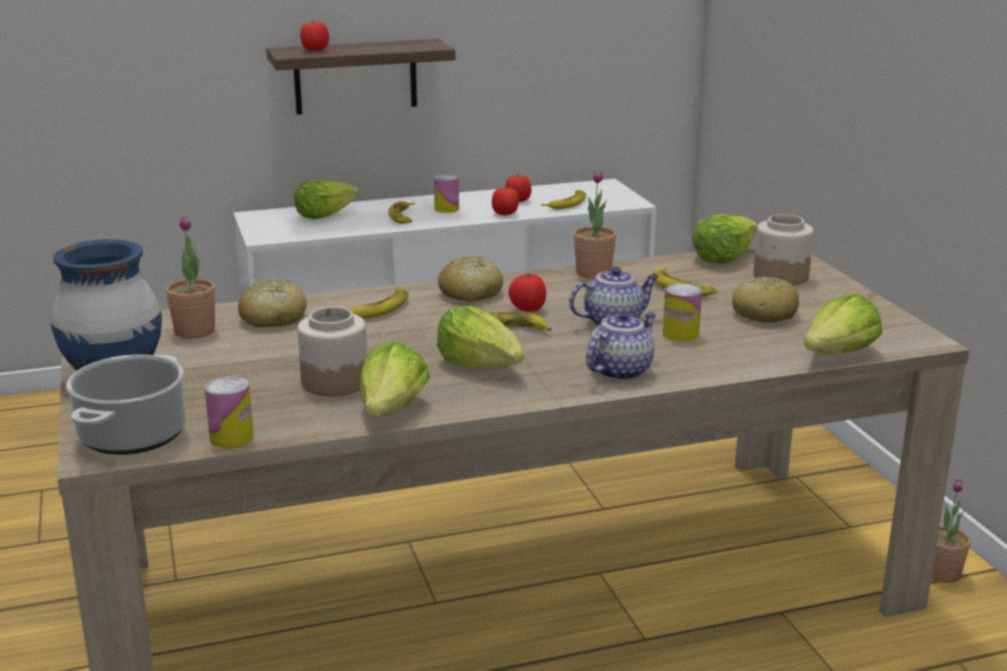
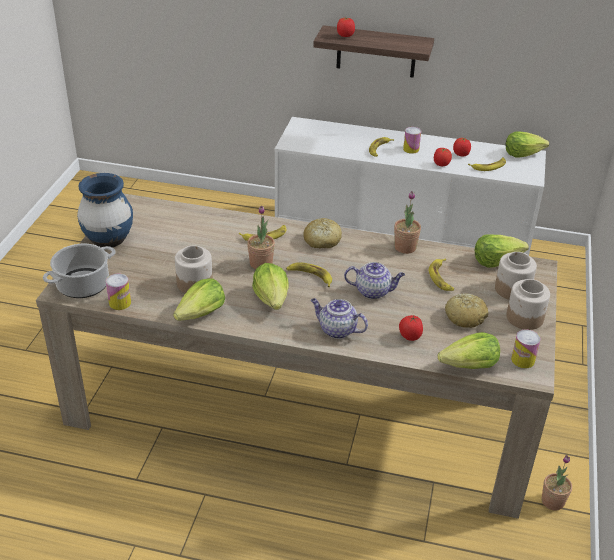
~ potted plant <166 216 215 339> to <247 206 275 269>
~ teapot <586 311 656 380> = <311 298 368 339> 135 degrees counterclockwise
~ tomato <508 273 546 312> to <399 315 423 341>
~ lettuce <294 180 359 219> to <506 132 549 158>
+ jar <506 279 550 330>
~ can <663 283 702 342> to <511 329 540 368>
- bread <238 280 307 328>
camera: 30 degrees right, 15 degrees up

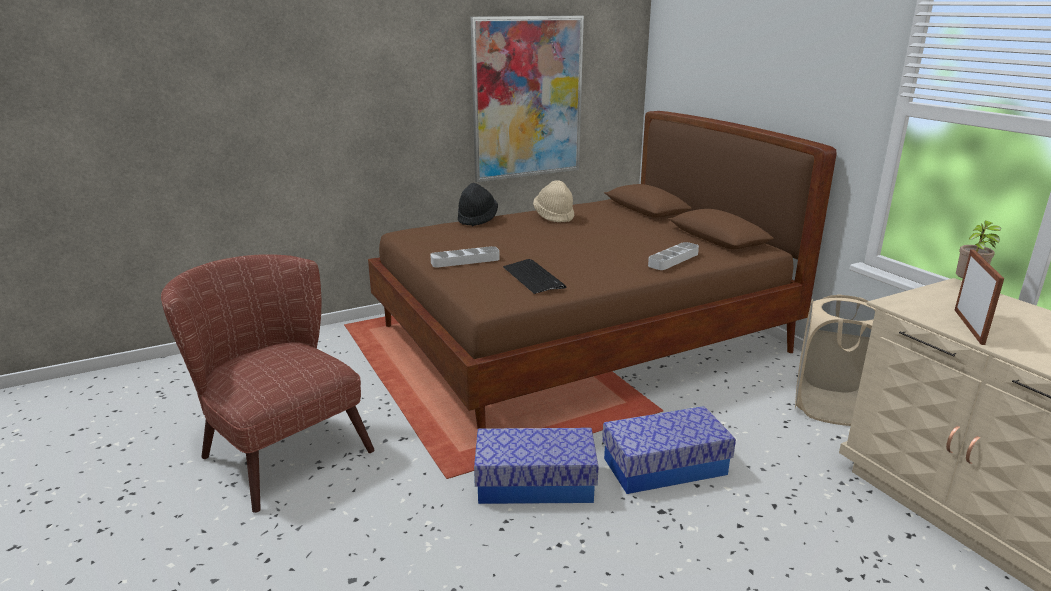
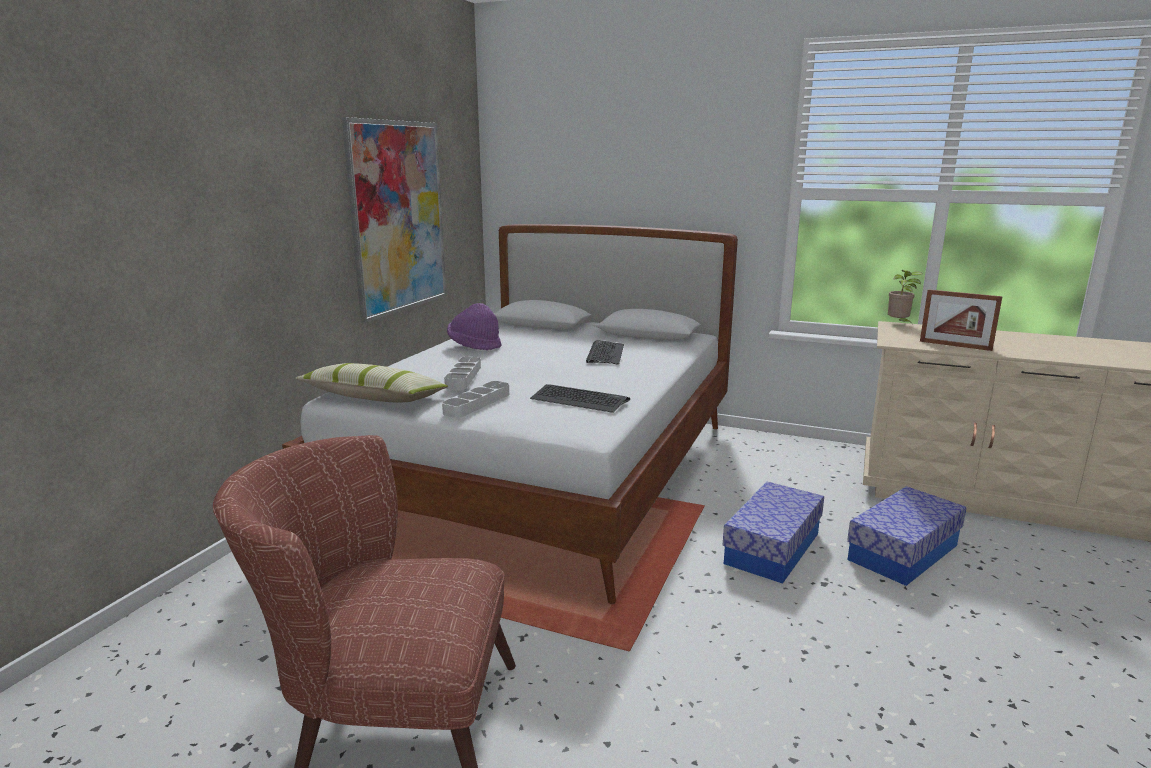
~ brown bed <368 111 837 429> to white bed <282 224 738 604>
+ pillow <295 363 448 402>
~ grey tray <648 242 699 270> to <444 357 481 389>
~ beige hat <533 180 574 223> to purple hat <447 303 502 350>
+ keyboard <586 340 624 365>
~ storage box <474 428 598 504> to <847 486 966 586>
~ picture frame <955 249 1004 345> = <920 289 1003 351> 150 degrees clockwise
- black hat <458 183 498 226>
- beige laundry basket <795 294 876 426>
camera: 40 degrees left, 5 degrees down

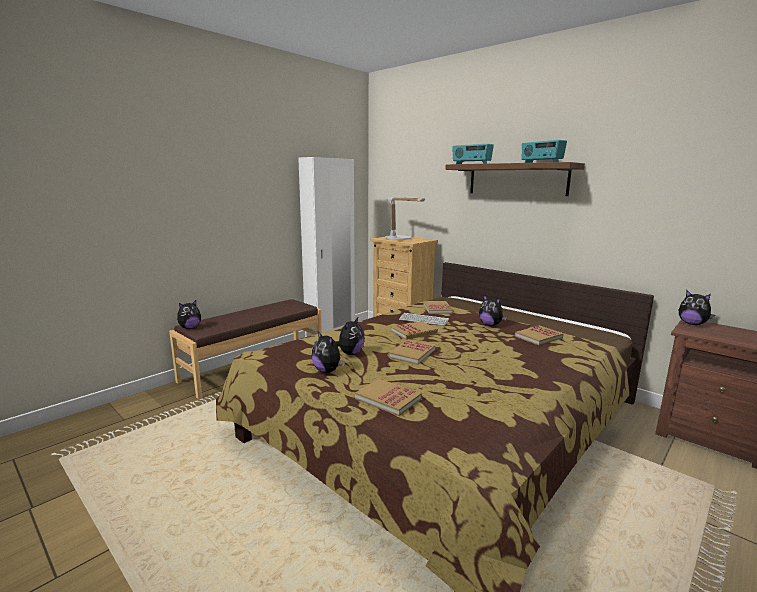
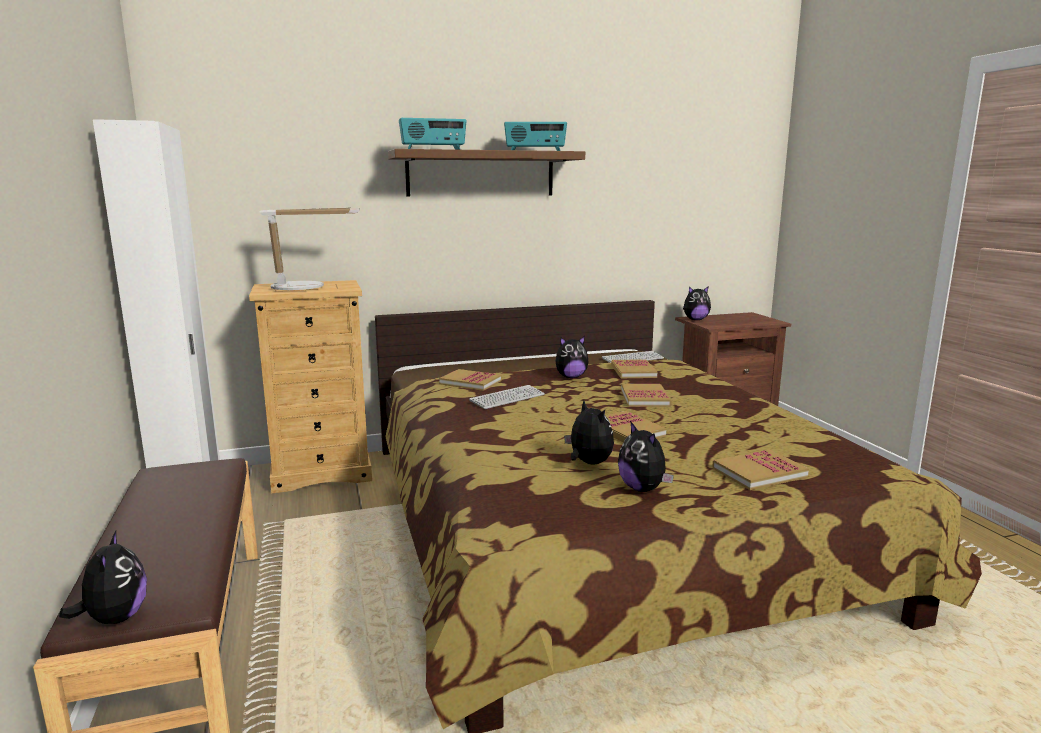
+ keyboard <602 351 664 363>
~ plush toy <312 331 345 373> = <618 421 674 492> 75 degrees clockwise
~ book <391 321 438 340> to <621 384 672 407>
camera: 60 degrees left, 0 degrees up

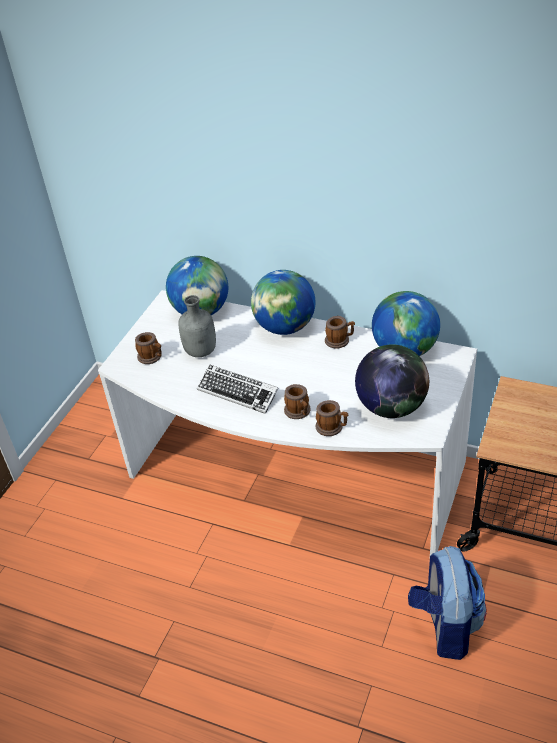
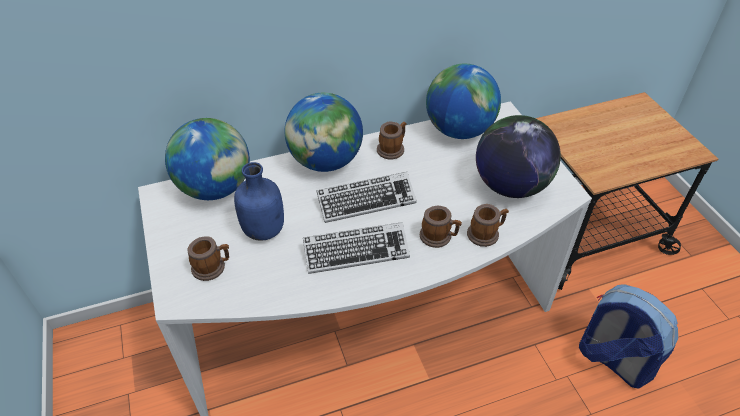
~ grey bottle <178 295 216 357> to blue bottle <234 162 284 241>
+ keyboard <317 172 417 223>
camera: 45 degrees left, 5 degrees up

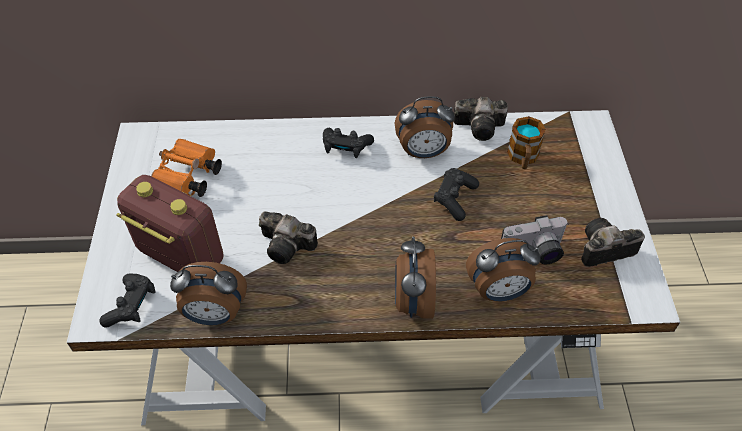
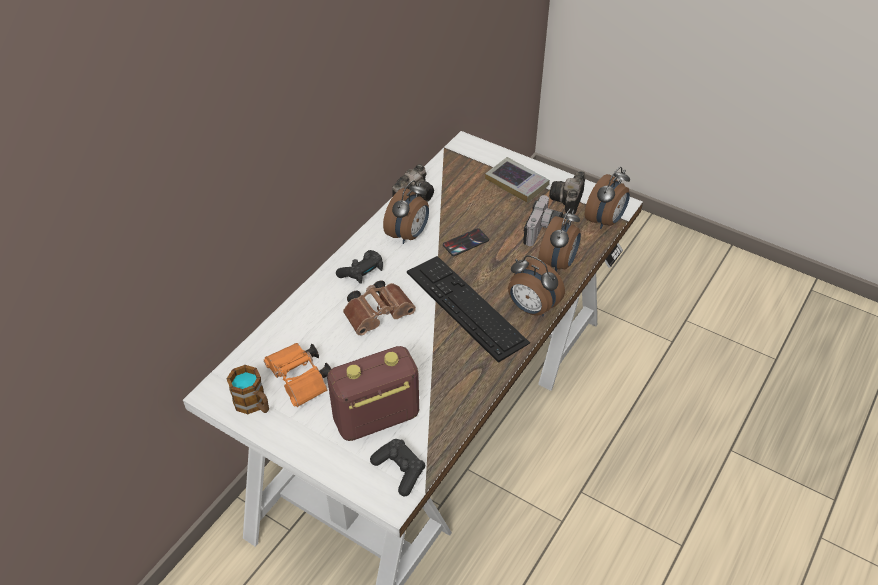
~ mug <507 116 546 169> to <227 365 269 414>
+ brown binoculars <343 280 416 335>
+ keyboard <407 256 530 363>
~ black game controller <434 168 479 221> to phone <443 228 489 256>
+ book <485 157 550 203>
~ alarm clock <170 262 247 325> to <585 167 630 229>
- photo camera <259 211 318 264>
camera: 55 degrees left, 5 degrees down

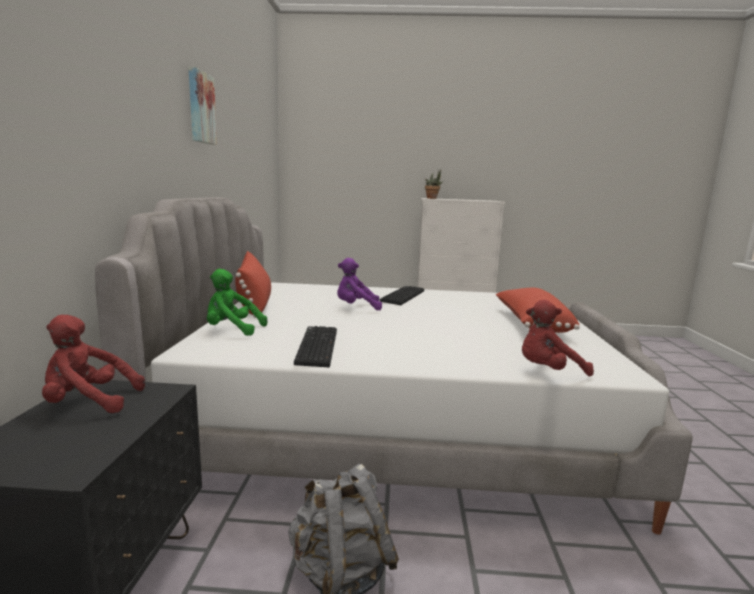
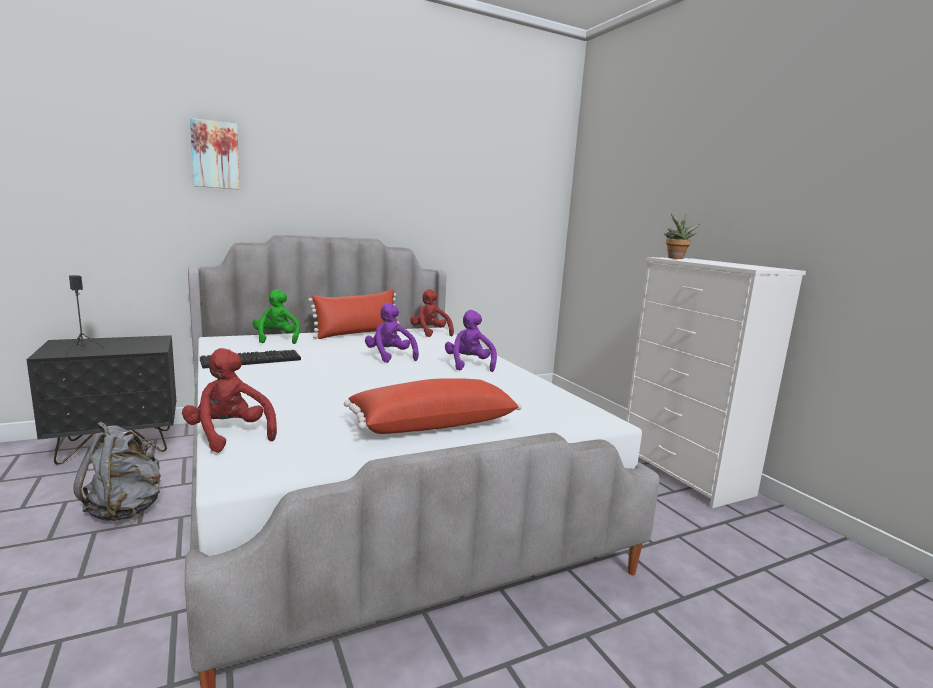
+ black speaker <65 275 108 356>
~ picture <188 67 217 145> to <190 118 240 189>
~ red plush toy <42 315 145 413> to <410 289 454 337>
~ keyboard <380 286 424 305> to purple plush toy <445 310 497 372>
camera: 60 degrees right, 0 degrees up

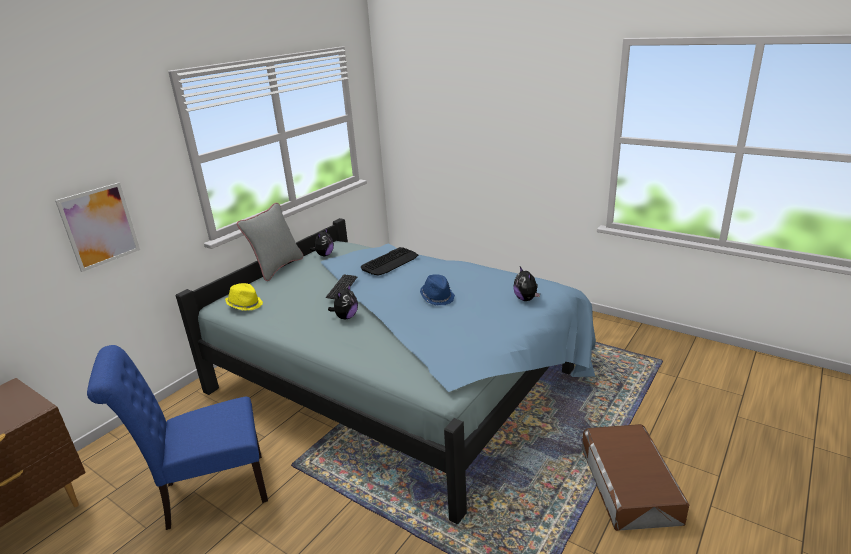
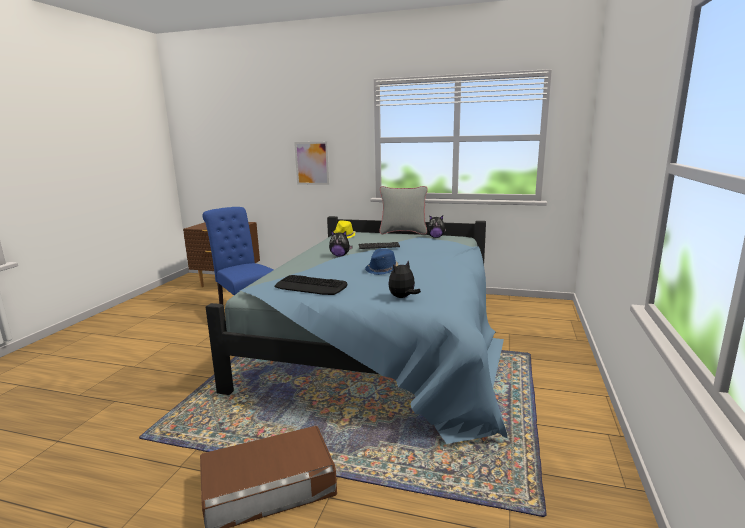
~ keyboard <361 247 418 276> to <275 275 347 295>
camera: 70 degrees right, 10 degrees down

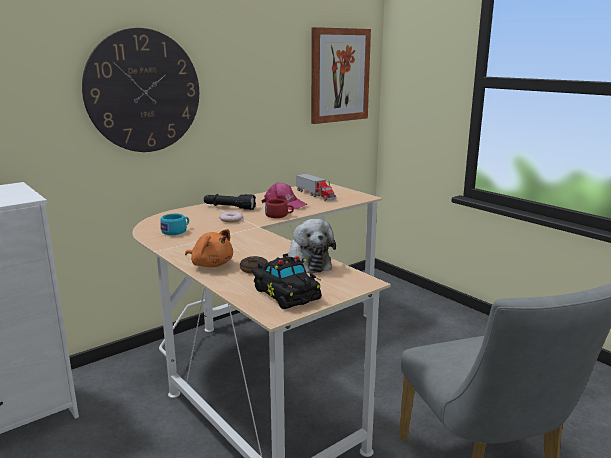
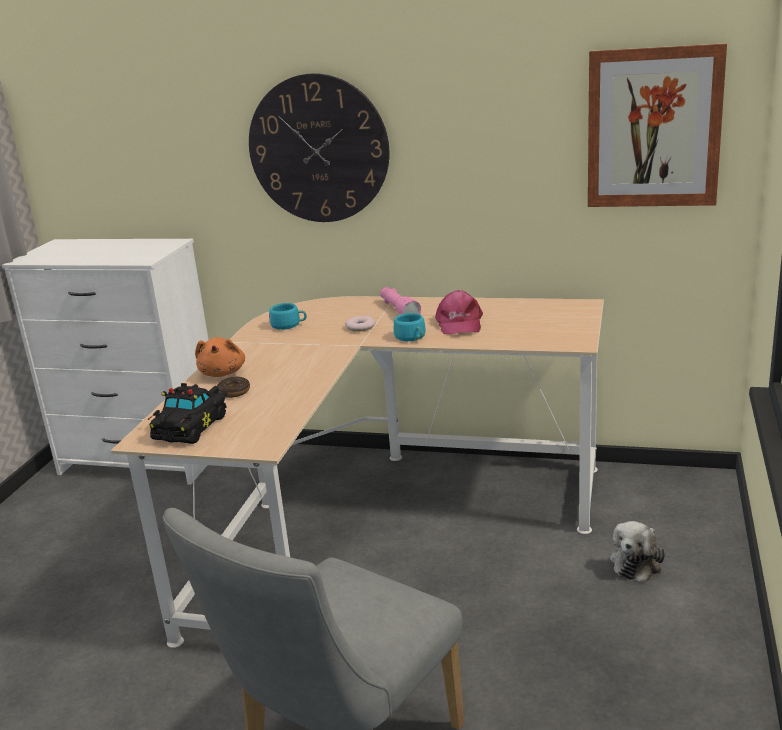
~ black flashlight <204 194 256 210> to pink flashlight <380 287 421 314>
~ red cup <265 199 294 218> to turquoise cup <394 313 426 341>
~ plush toy <288 219 336 274> to <610 521 665 583>
- toy truck <296 174 336 201>
camera: 55 degrees right, 5 degrees up

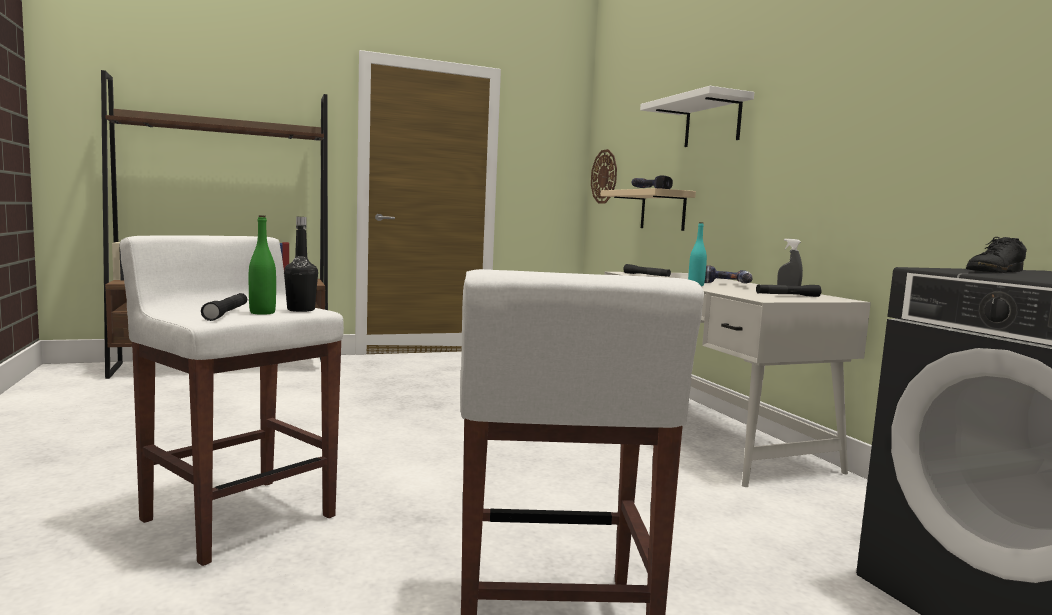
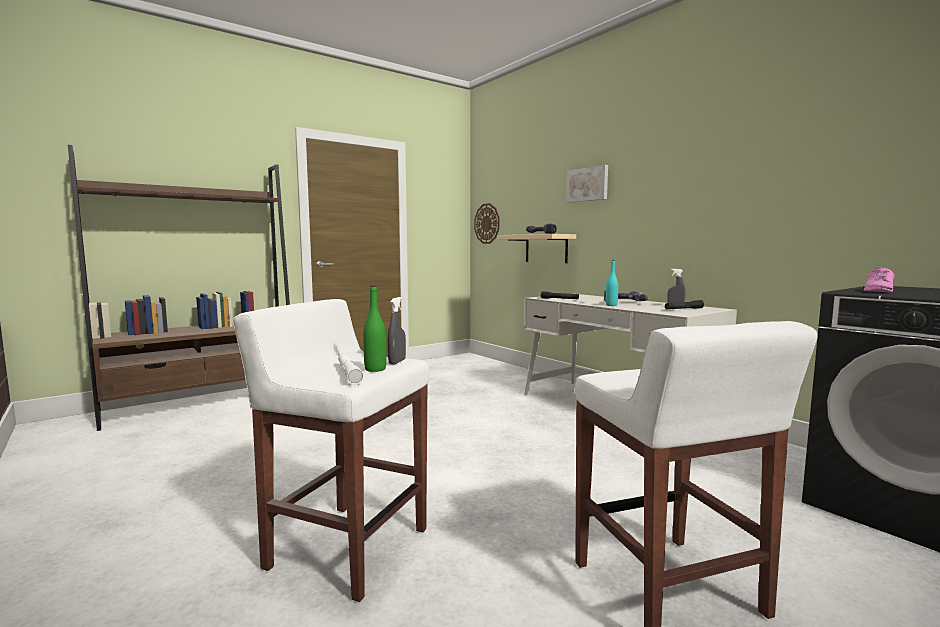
~ black flashlight <201 293 247 321> to white flashlight <338 353 364 385>
~ black bottle <284 217 318 312> to grey spray bottle <388 297 406 364>
~ white shelf <640 86 754 147> to picture <566 165 608 203>
~ black shoe <966 237 1027 273> to pink shoe <864 268 895 292>
camera: 15 degrees left, 0 degrees up

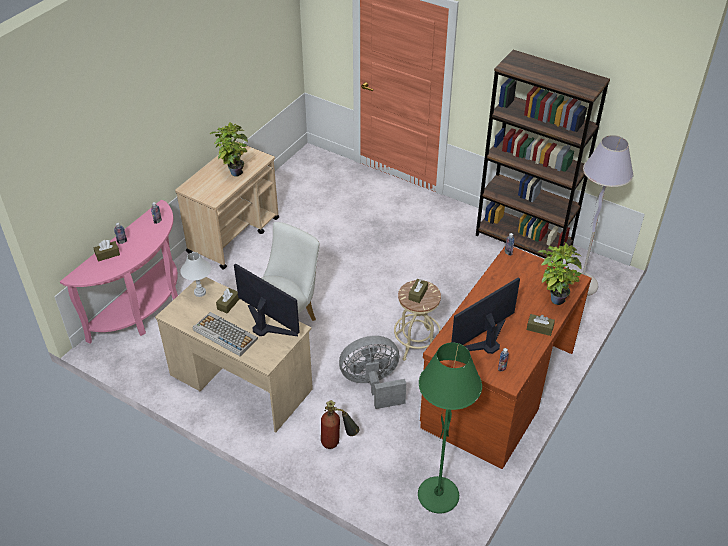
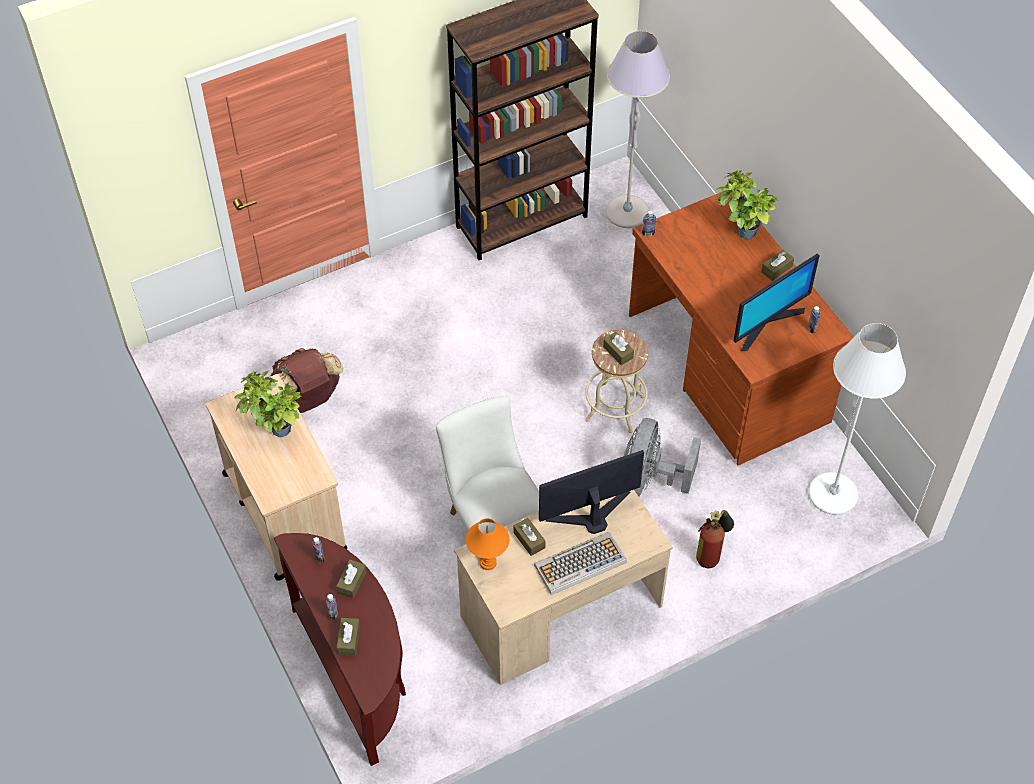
+ brown backpack <271 348 343 413>
~ pink console table <60 200 178 344> to brown console table <274 533 406 766>
+ brown tissue box <336 559 367 599>
~ white table lamp <180 252 211 297> to orange table lamp <466 518 509 570>
~ monitor <451 277 520 354> = <733 254 820 351> 120 degrees counterclockwise
~ green floor lamp <418 342 482 514> to white floor lamp <809 323 906 515>
camera: 60 degrees left, 10 degrees up

